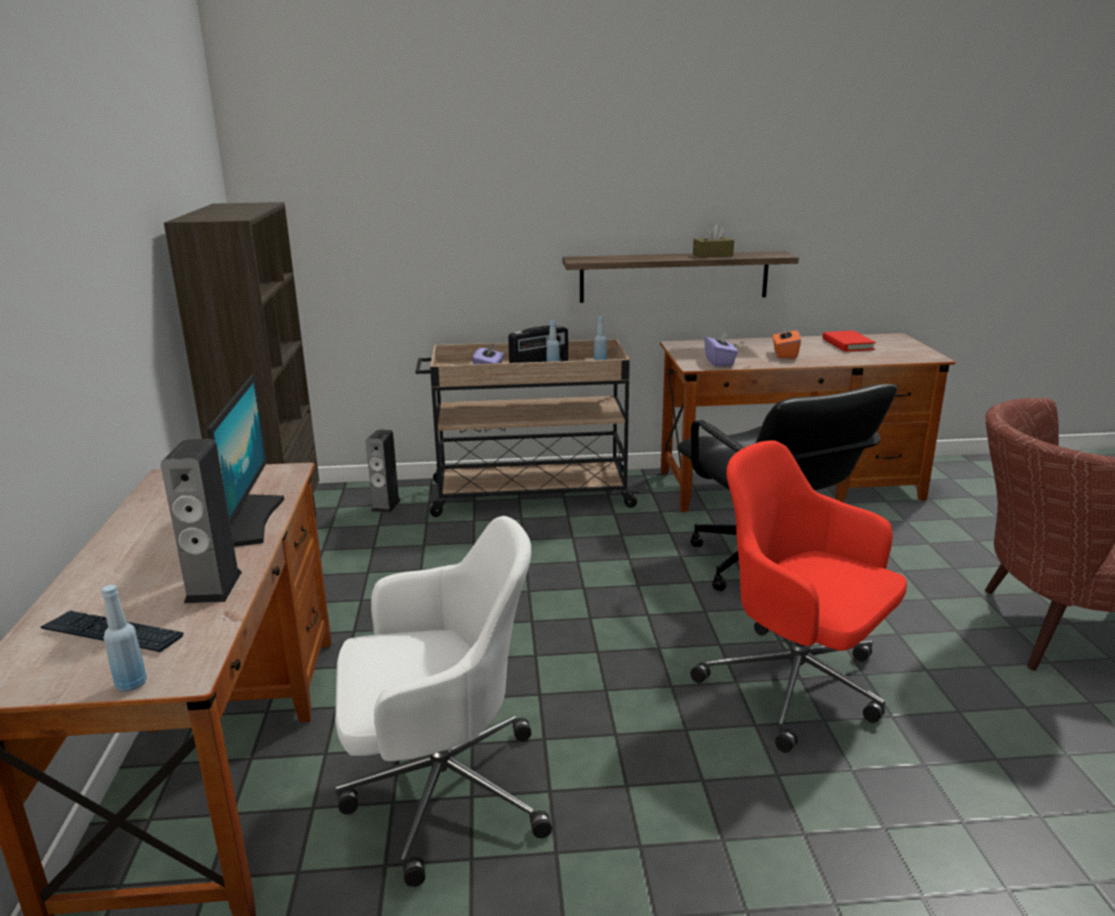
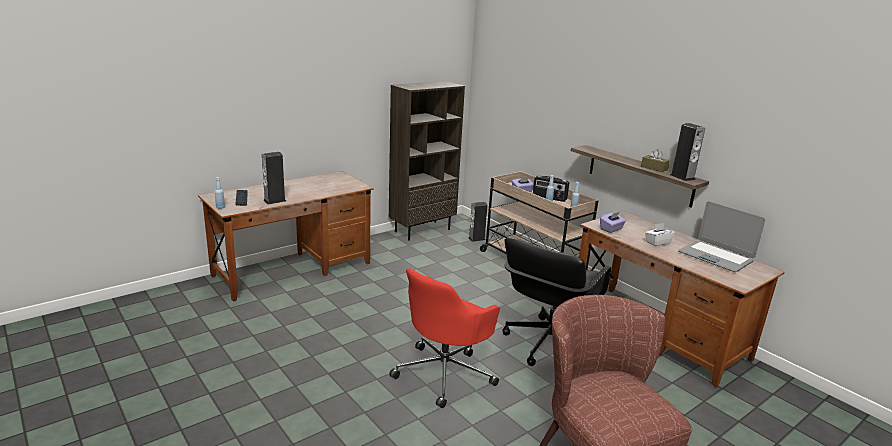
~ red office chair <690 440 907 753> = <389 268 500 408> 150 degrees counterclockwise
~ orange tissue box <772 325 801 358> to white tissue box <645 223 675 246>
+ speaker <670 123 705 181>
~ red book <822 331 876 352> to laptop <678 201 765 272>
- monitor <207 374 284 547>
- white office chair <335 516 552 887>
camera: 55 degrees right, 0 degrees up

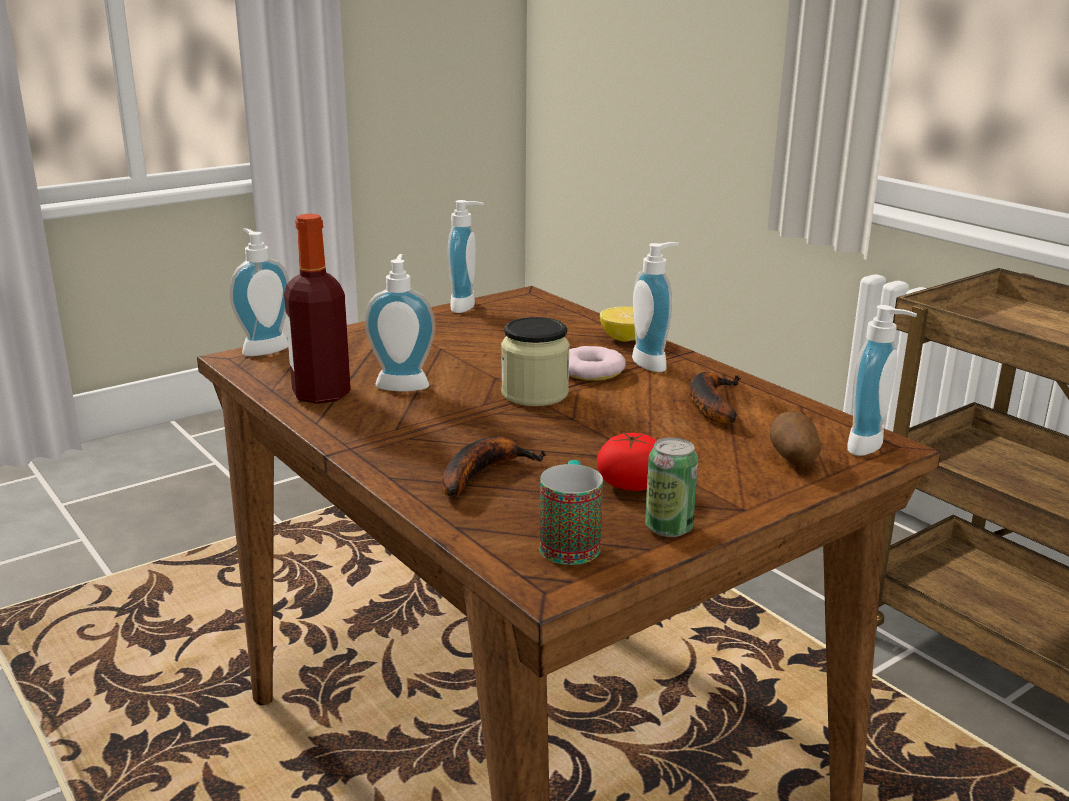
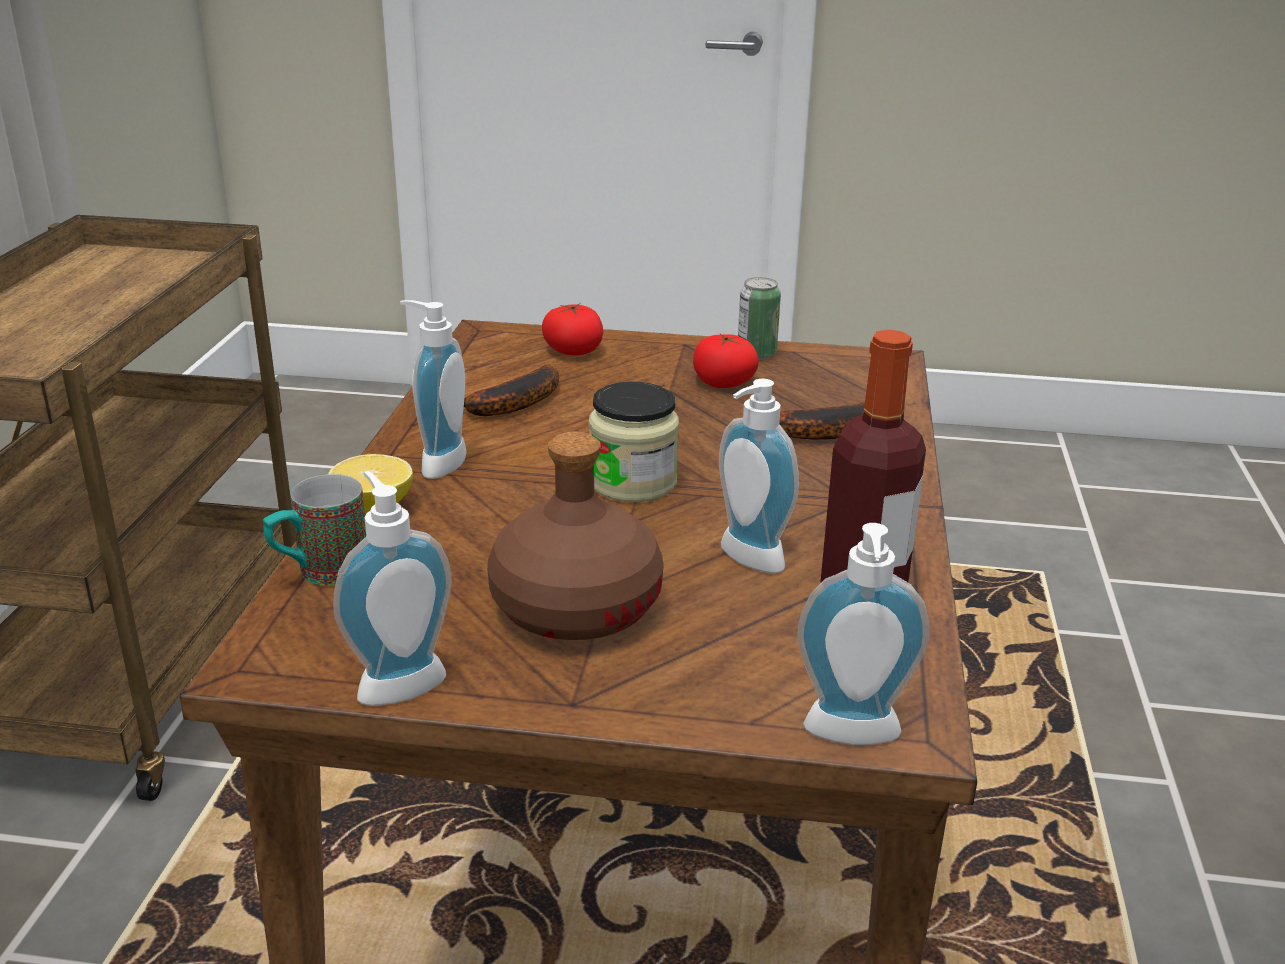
~ mug <539 460 603 565> to <263 474 366 586>
+ brown bottle <487 432 664 640>
~ potato <770 411 821 466> to tomato <542 303 603 355>
- donut <569 346 626 381>
- soap dispenser <847 305 917 456>
camera: 135 degrees left, 5 degrees up

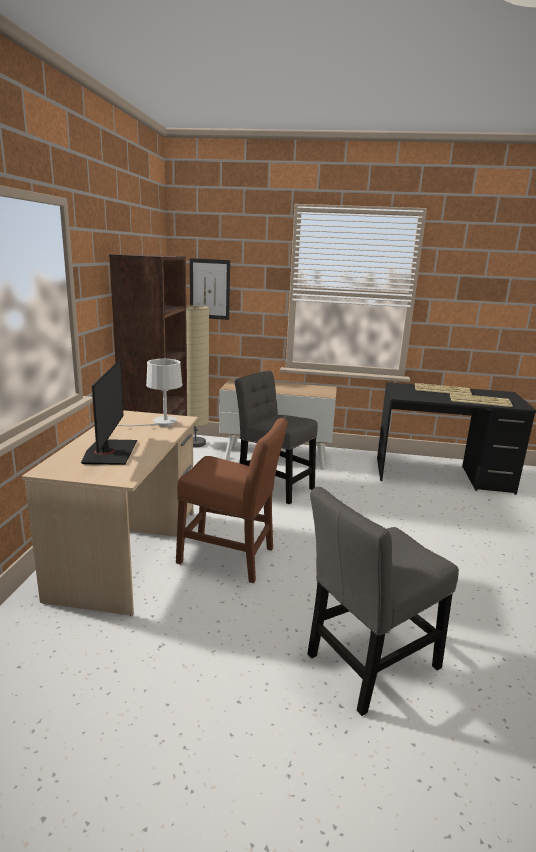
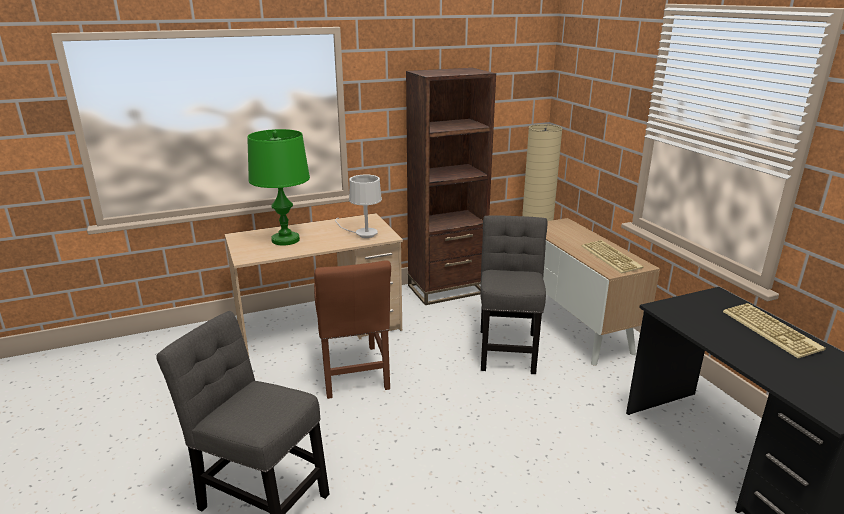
~ monitor <81 360 138 465> to green table lamp <247 129 310 246>
~ keyboard <450 393 513 407> to <582 240 644 274>
- picture <190 258 230 320>
camera: 60 degrees right, 5 degrees up

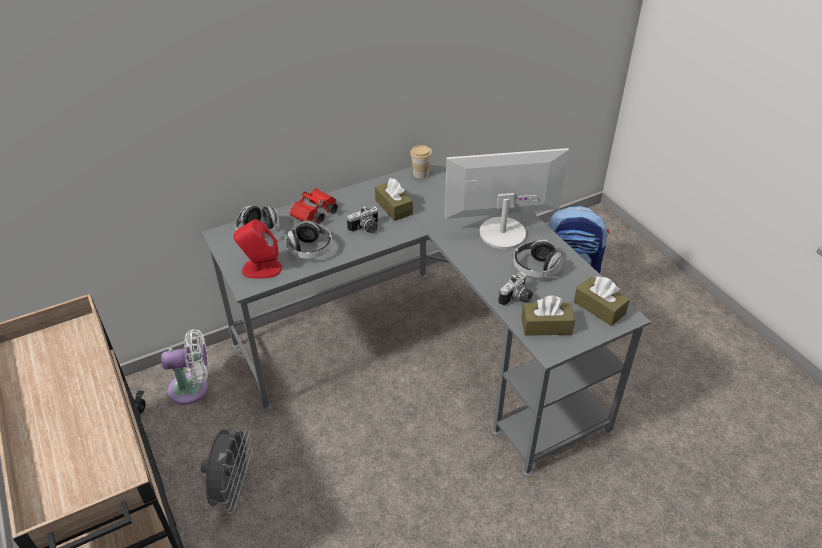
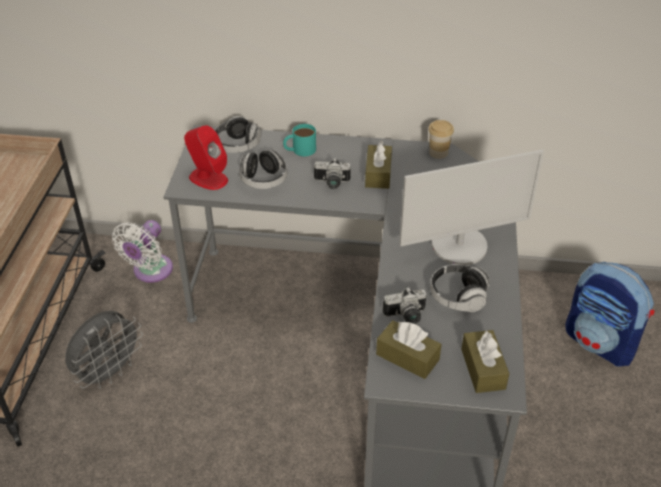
~ white fan <161 329 208 405> = <112 220 173 283> 90 degrees clockwise
~ red binoculars <289 188 338 223> to turquoise mug <283 124 316 156>
~ monitor <445 148 569 249> = <399 149 544 265> 135 degrees clockwise
camera: 35 degrees right, 0 degrees up

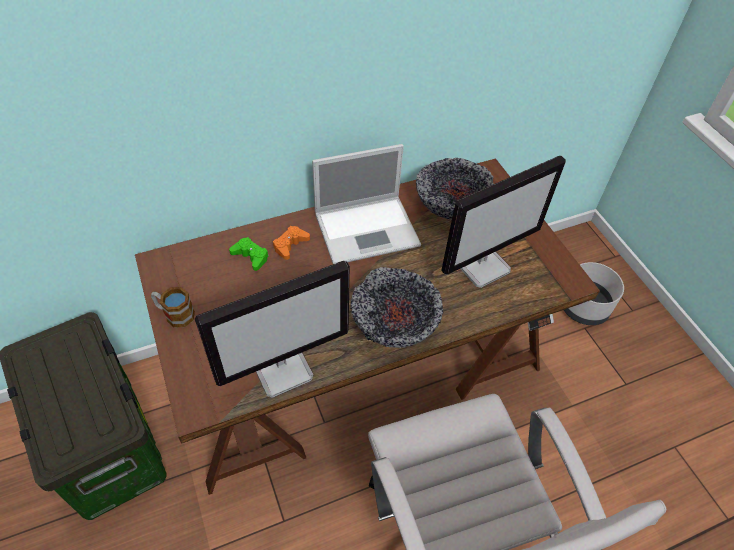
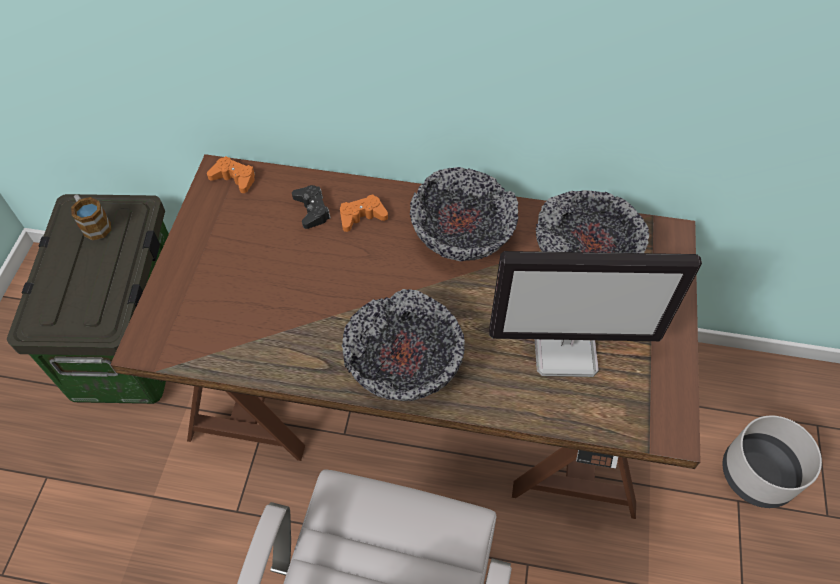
~ mug <151 287 195 328> to <71 194 111 240>
+ orange game controller <207 156 255 193>
~ green game controller <229 237 269 271> to black game controller <292 185 331 229>
~ laptop <312 144 421 264> to bowl <410 167 518 261>
- monitor <195 261 350 398>
camera: 35 degrees right, 5 degrees up

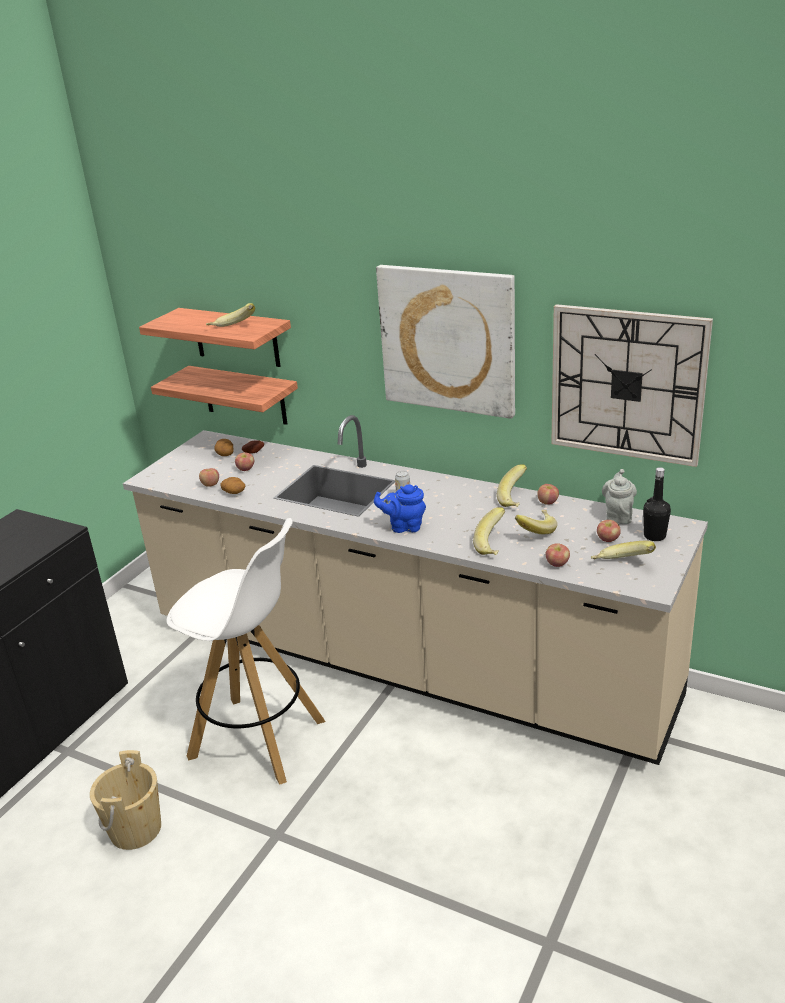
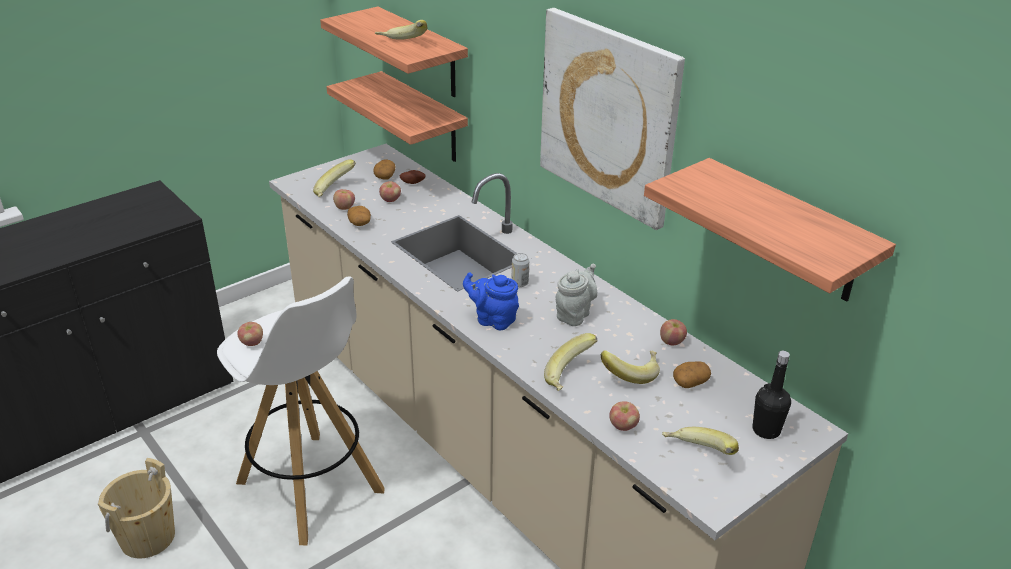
~ apple <597 520 621 542> to <237 322 263 346>
~ banana <497 465 527 507> to <313 159 356 197>
~ grey teapot <602 469 637 524> to <555 264 598 326>
~ wall clock <551 304 713 467> to shelf <644 158 896 302>
+ potato <673 361 711 388>
camera: 20 degrees right, 5 degrees up

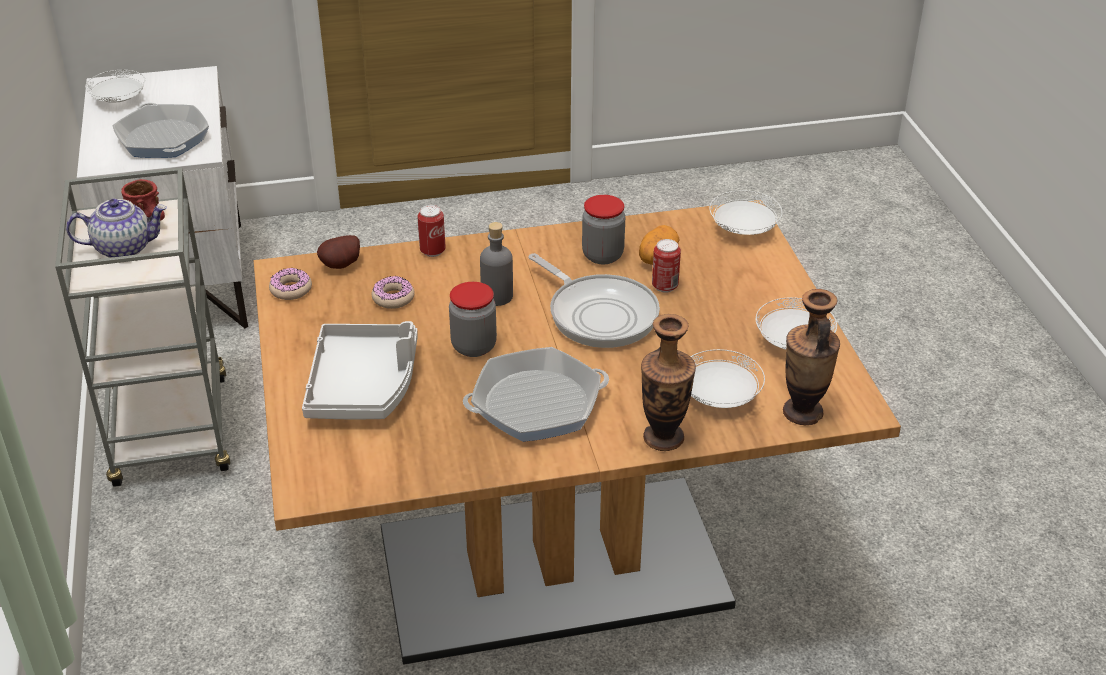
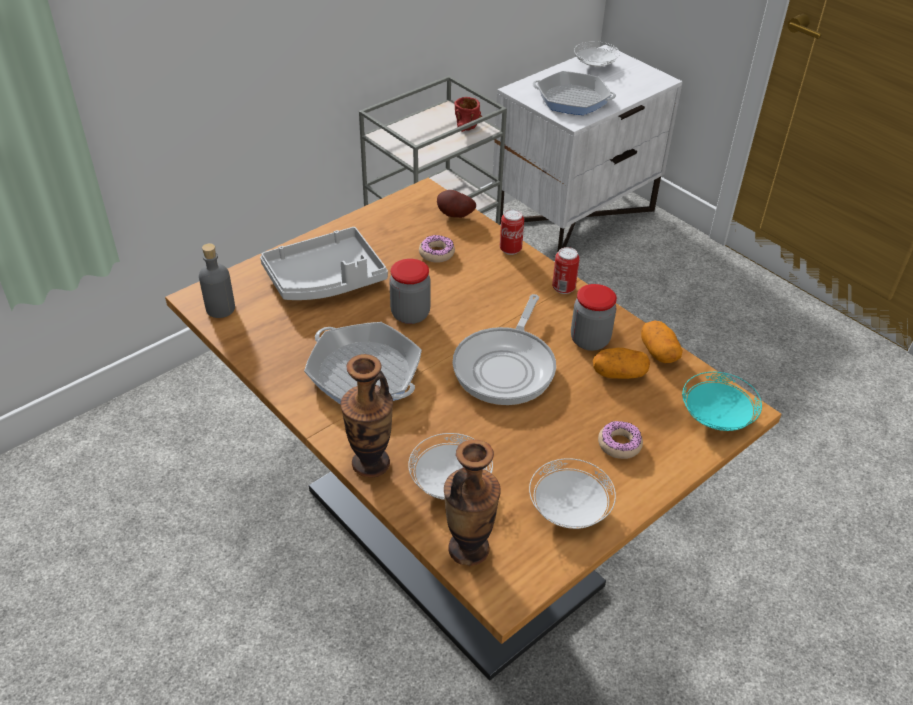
~ grey bottle <480 222 513 306> to <199 243 235 318>
~ frying pan <113 103 209 158> = <532 71 616 115> 75 degrees clockwise
~ can <652 239 681 293> to <552 247 580 294>
~ donut <269 268 312 300> to <598 421 643 459>
+ potato <641 320 683 363>
~ white plate <709 190 782 235> to turquoise plate <682 372 762 431>
- teapot <66 199 167 258>
camera: 60 degrees right, 5 degrees up

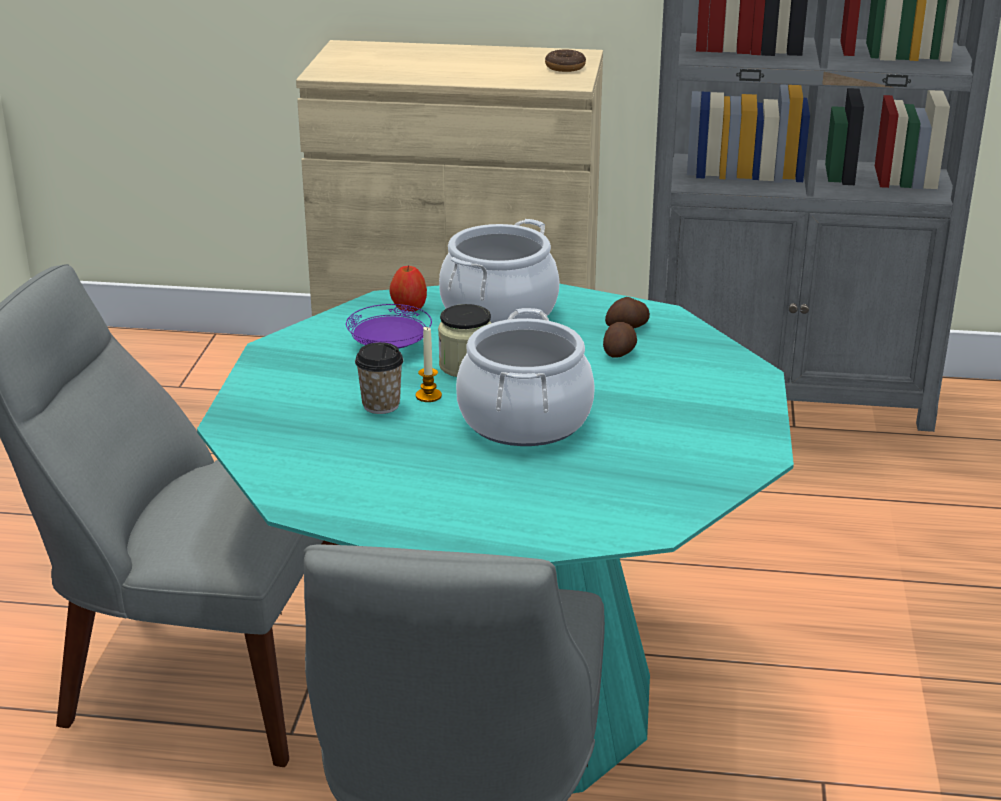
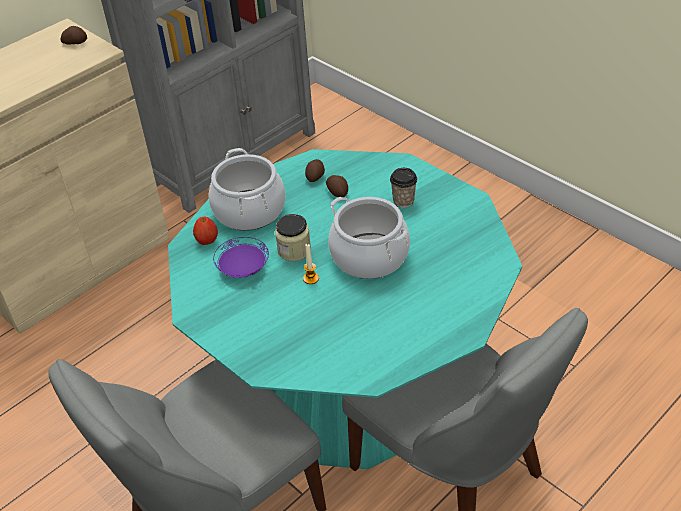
~ donut <545 49 586 72> to potato <61 26 87 44>
~ cup <355 342 404 414> to <390 168 417 208>
camera: 50 degrees left, 15 degrees up

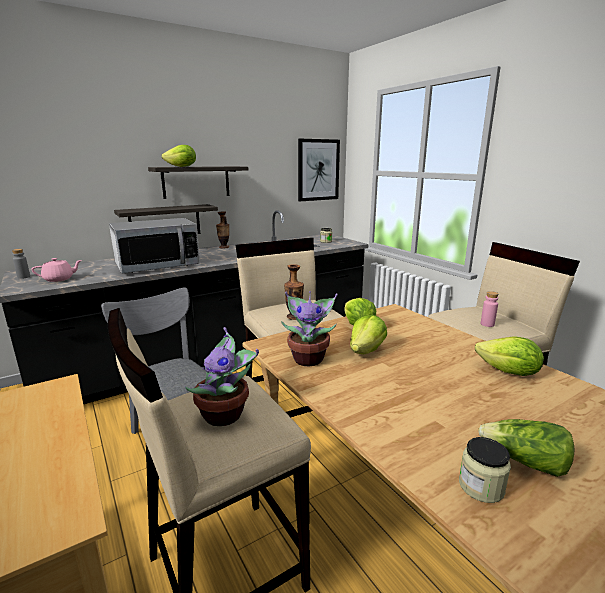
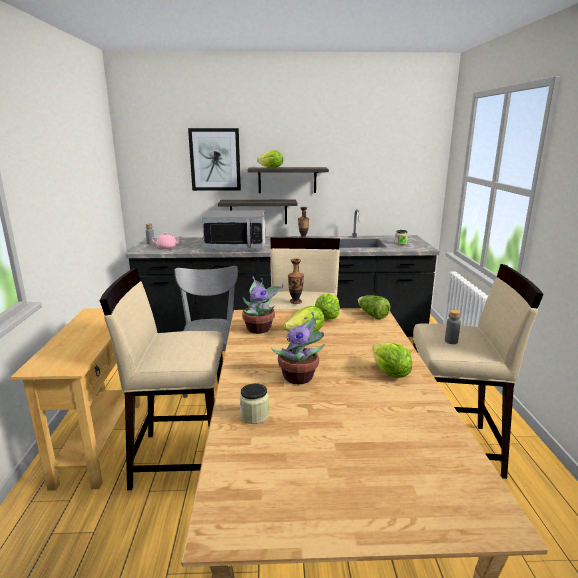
~ picture <298 139 340 201> to <188 128 241 191>
~ potted plant <185 327 259 426> to <271 312 325 384>
~ lettuce <478 419 574 477> to <358 295 390 319>
~ pink bottle <481 291 498 327> to grey bottle <445 310 461 344>
camera: 30 degrees right, 0 degrees up

